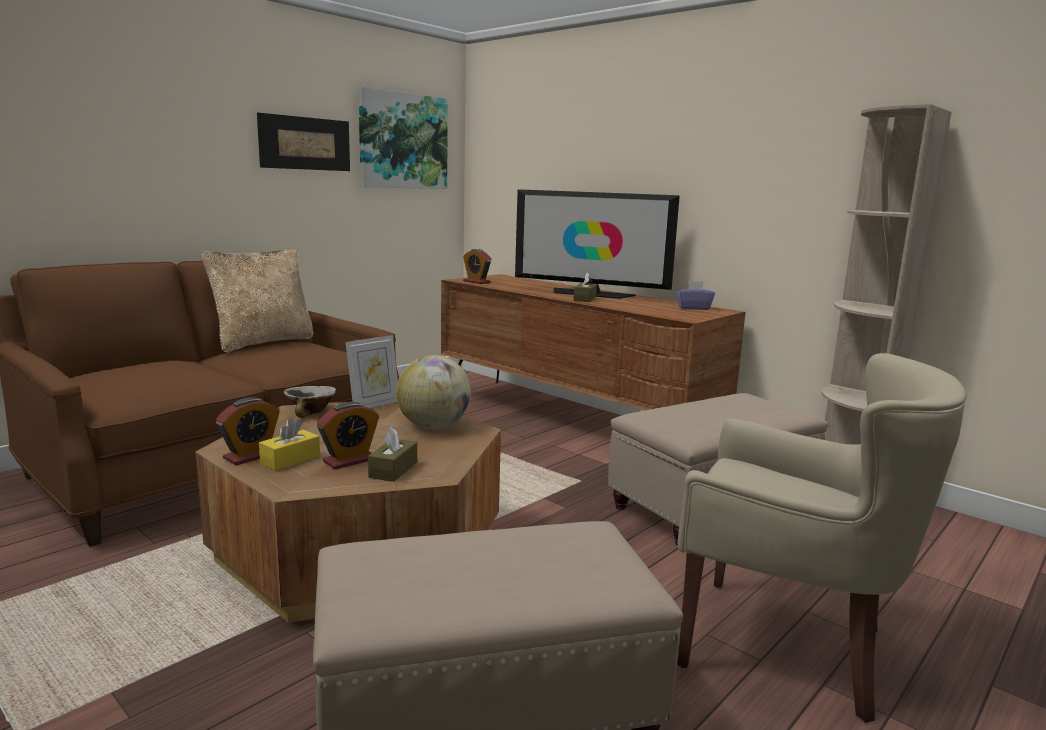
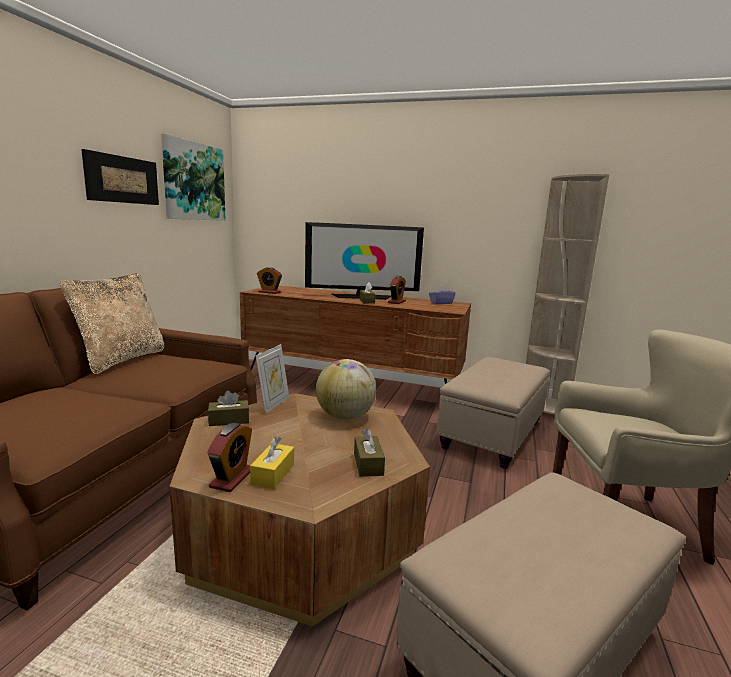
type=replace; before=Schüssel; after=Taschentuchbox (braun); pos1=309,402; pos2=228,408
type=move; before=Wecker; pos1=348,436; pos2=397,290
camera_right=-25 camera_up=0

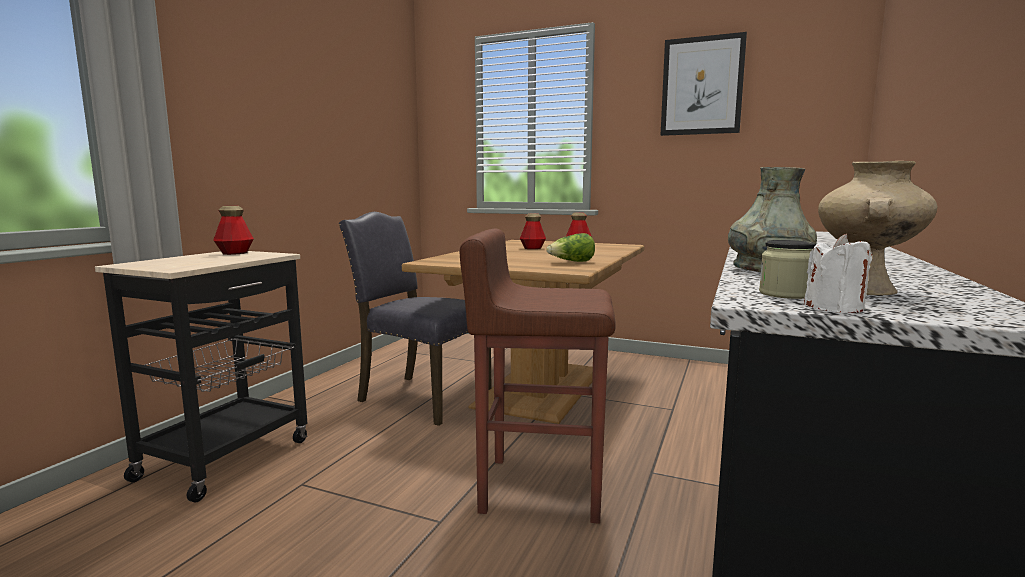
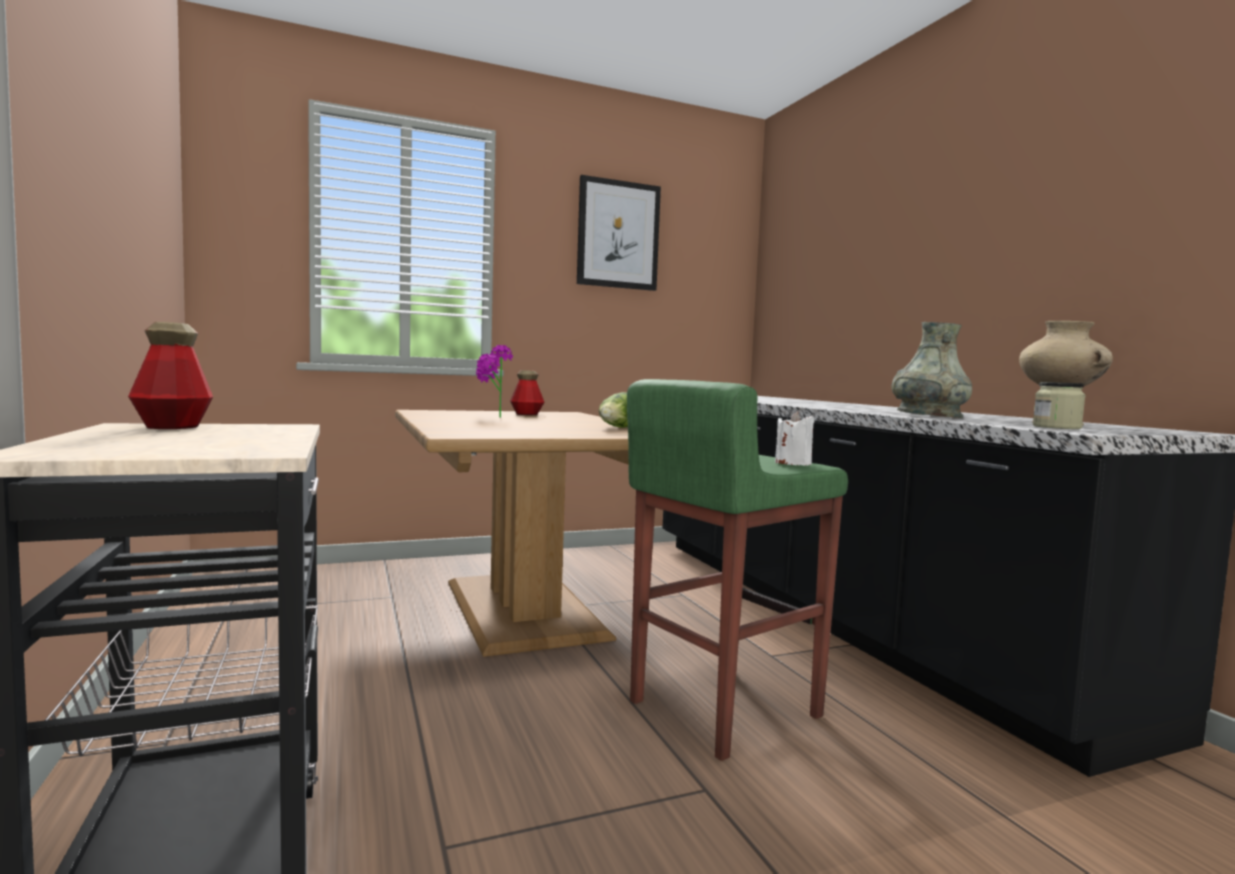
type=replace; before=Flasche; after=Topfpflanze; pos1=533,231; pos2=494,381
type=recolor; before=Hocker (braun); after=Hocker (grün); pos1=538,376; pos2=737,570
type=move; before=Kerze (weiß); pos1=838,273; pos2=795,438
type=delete; before=Stuhl (grau); pos1=415,319
camera_right=-45 camera_up=-5

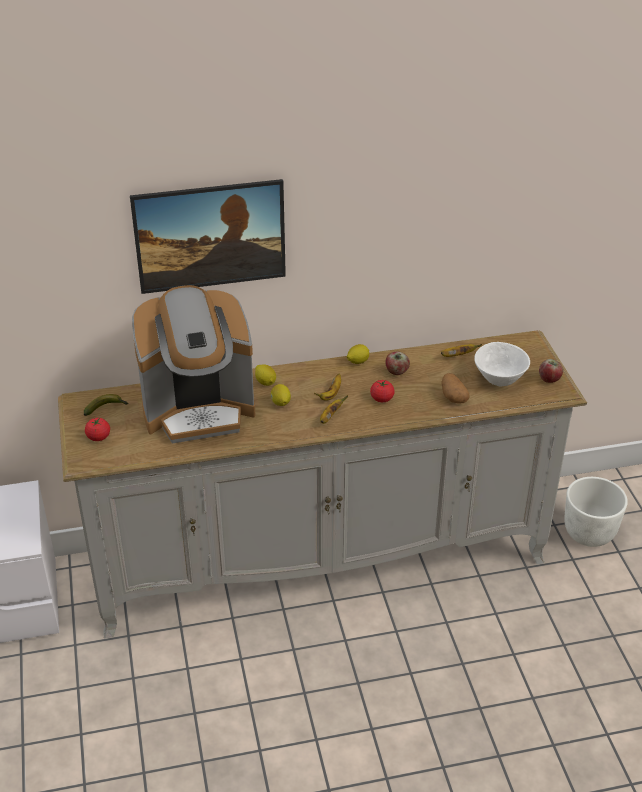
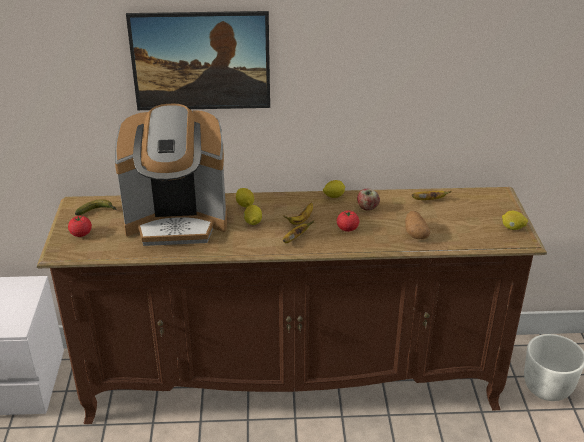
type=recolor; before=Schrank (grau); after=Schrank (braun); pos1=322,484; pos2=292,305
type=replace; before=Apfel; after=Zitrone; pos1=551,371; pos2=515,220
type=delete; before=Schüssel (weiß); pos1=502,364
camera_right=10 camera_up=-5

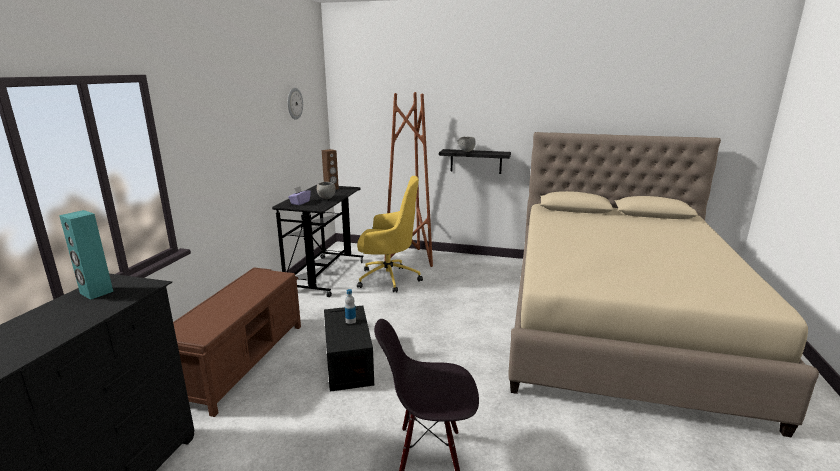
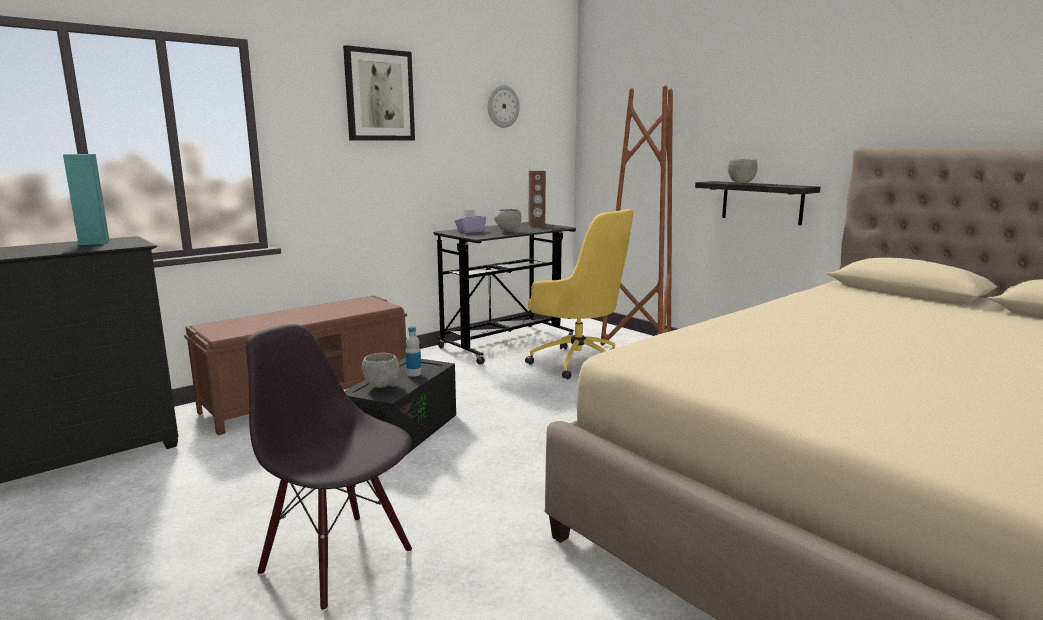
type=insert; after=Bild; pos2=379,93
type=insert; after=Schüssel (grau); pos2=380,370
camera_right=35 camera_up=-5

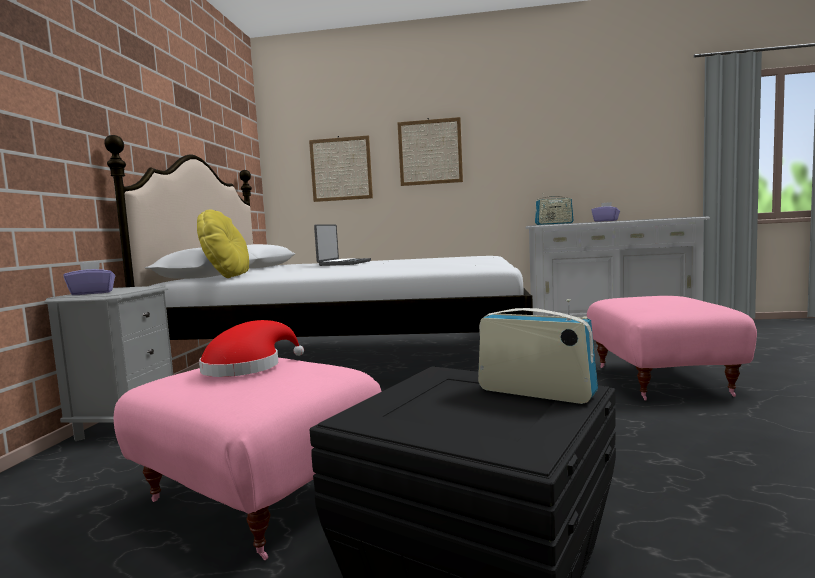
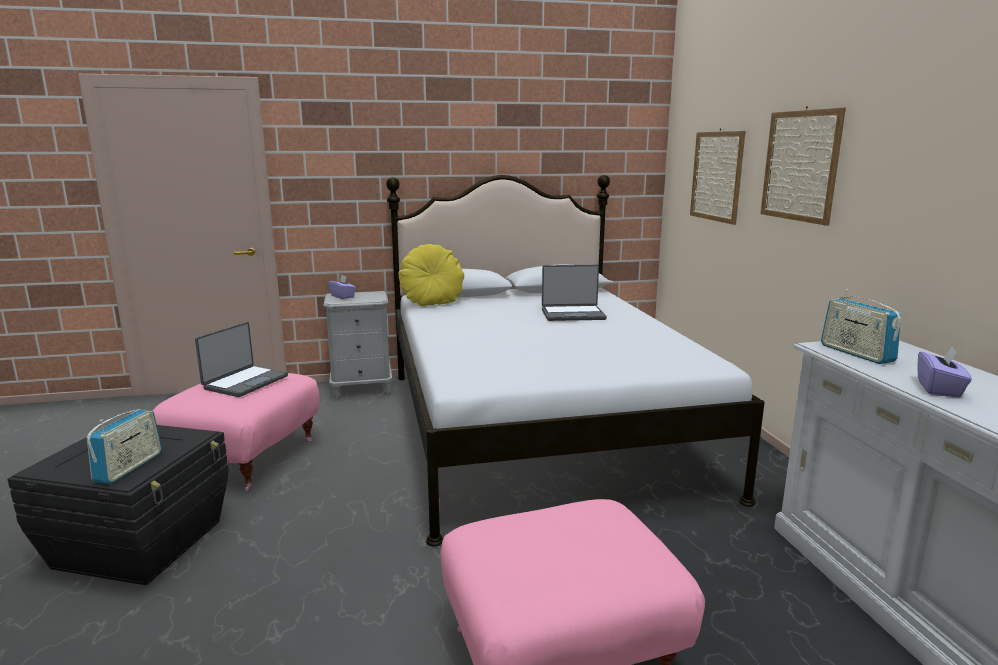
type=replace; before=Hut (rot); after=Laptop; pos1=251,348; pos2=241,359
camera_right=70 camera_up=10

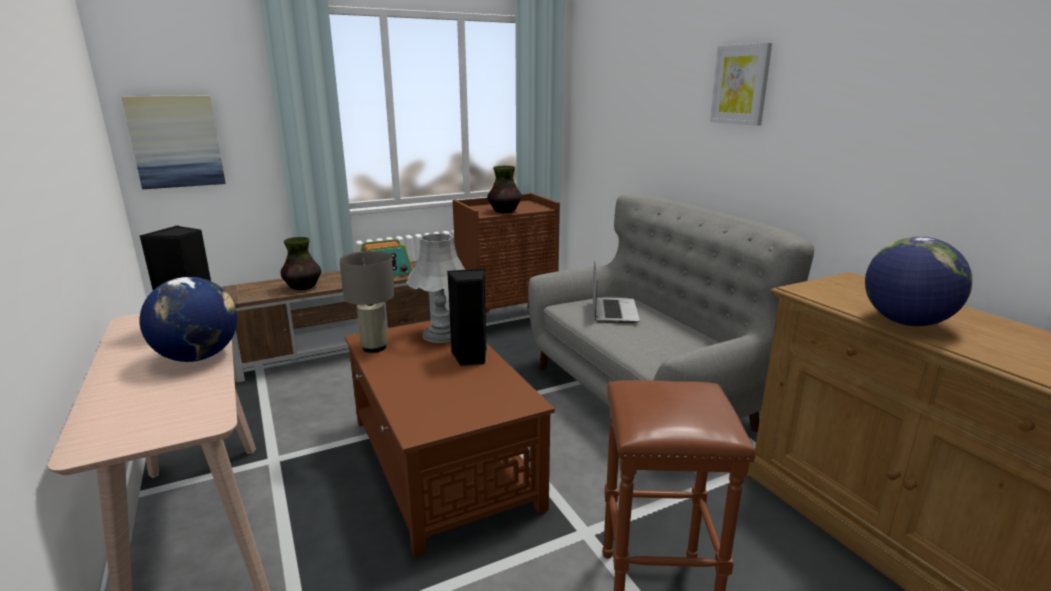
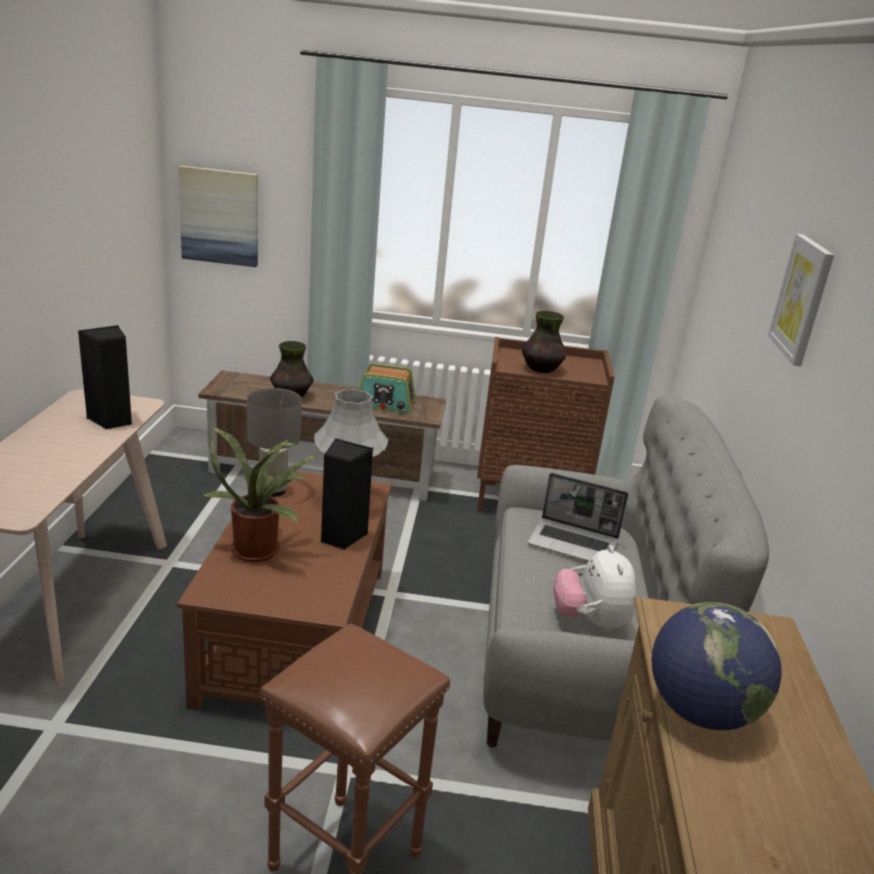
type=insert; after=Topfpflanze; pos2=263,494
type=rotate; before=Laptop; pos1=616,292; pos2=578,517; turn=75
type=insert; after=Plüschtier; pos2=594,588
type=delete; before=Globus; pos1=188,319
camera_right=30 camera_up=5

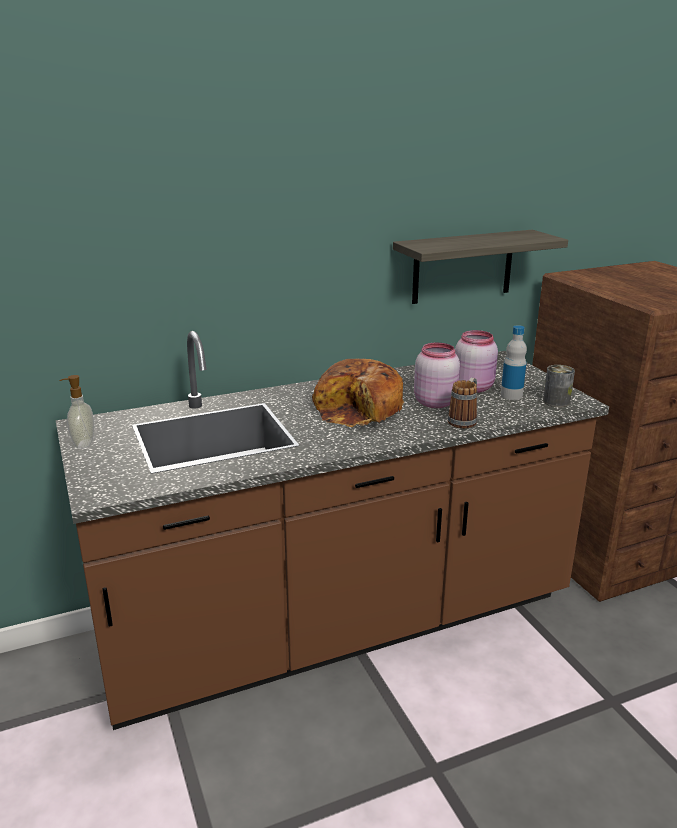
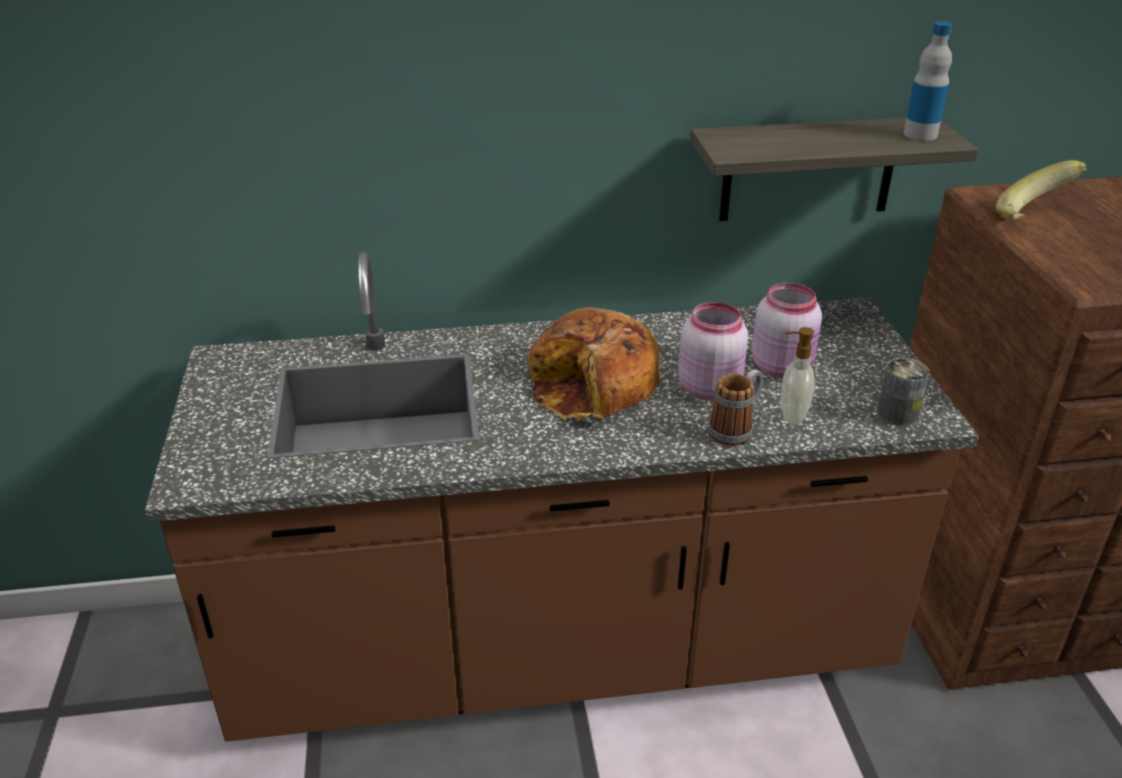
type=move; before=Seifenspender; pos1=76,412; pos2=798,375
type=move; before=Flasche; pos1=514,362; pos2=928,81
type=insert; after=Banane; pos2=1041,190
camera_right=15 camera_up=10

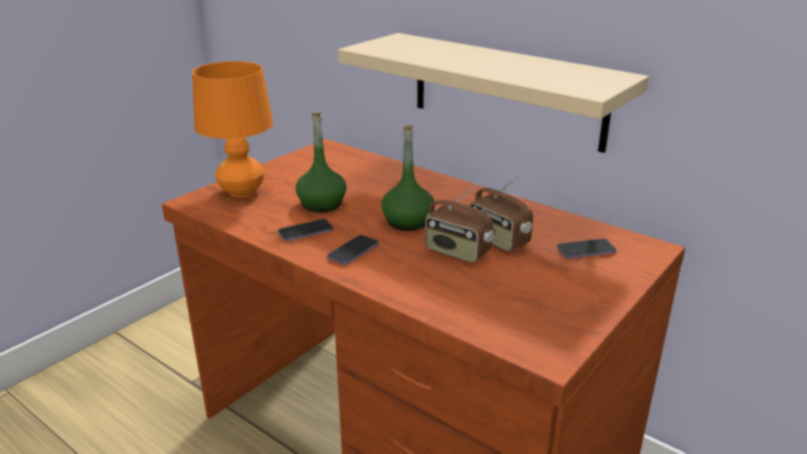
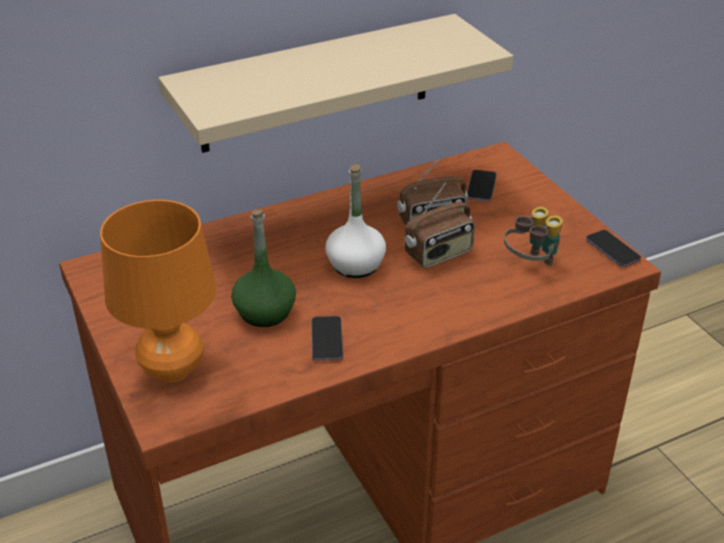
type=recolor; before=Flasche (grün); after=Flasche (weiß); pos1=407,178; pos2=355,221
type=insert; after=Fernglas; pos2=533,236
type=move; before=Handy; pos1=353,250; pos2=613,248
camera_right=-65 camera_up=10

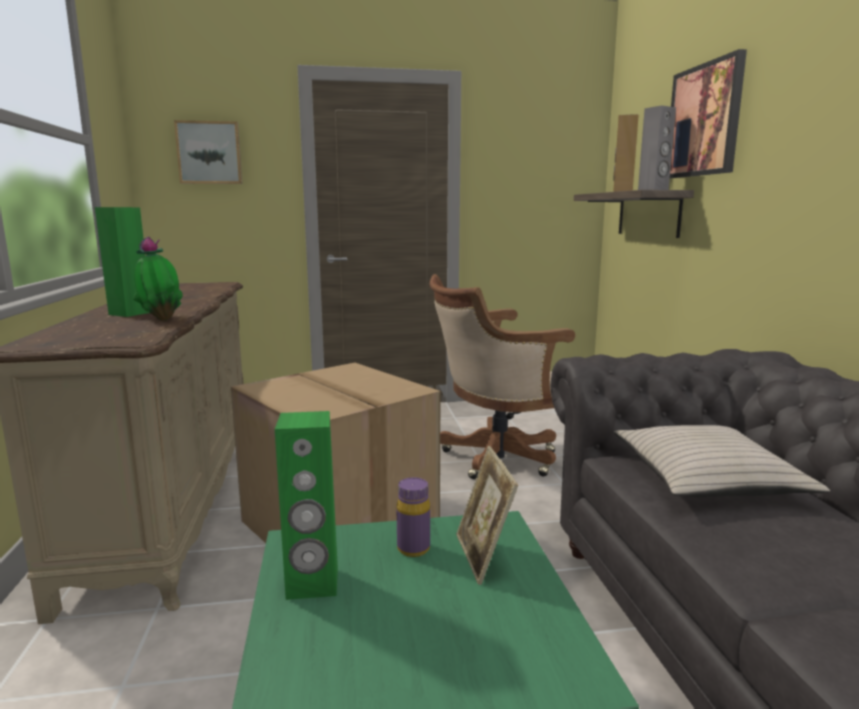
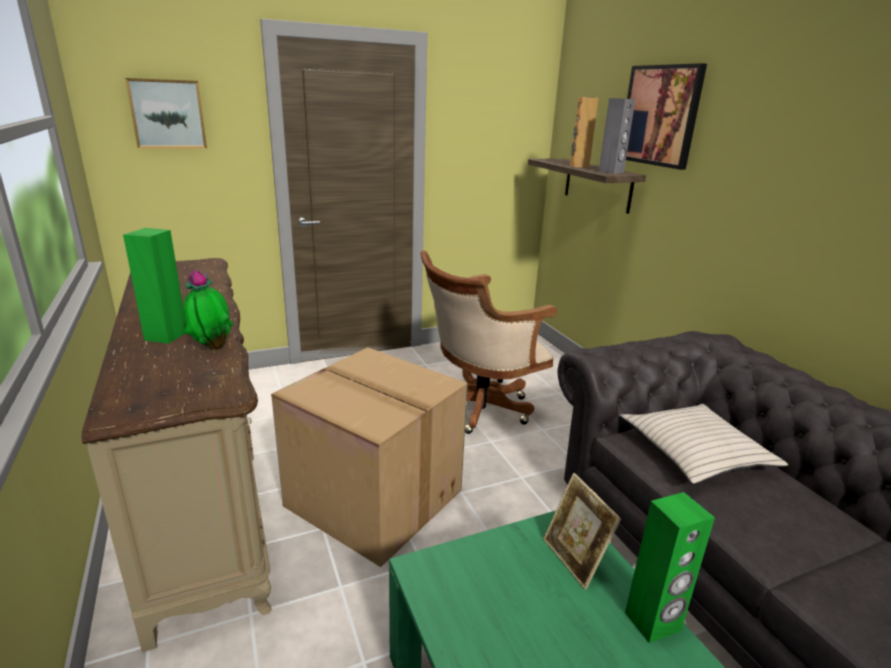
type=move; before=Lautsprecher (grün); pos1=306,505; pos2=670,567
type=delete; before=Flasche (lila); pos1=413,517
camera_right=-15 camera_up=10

